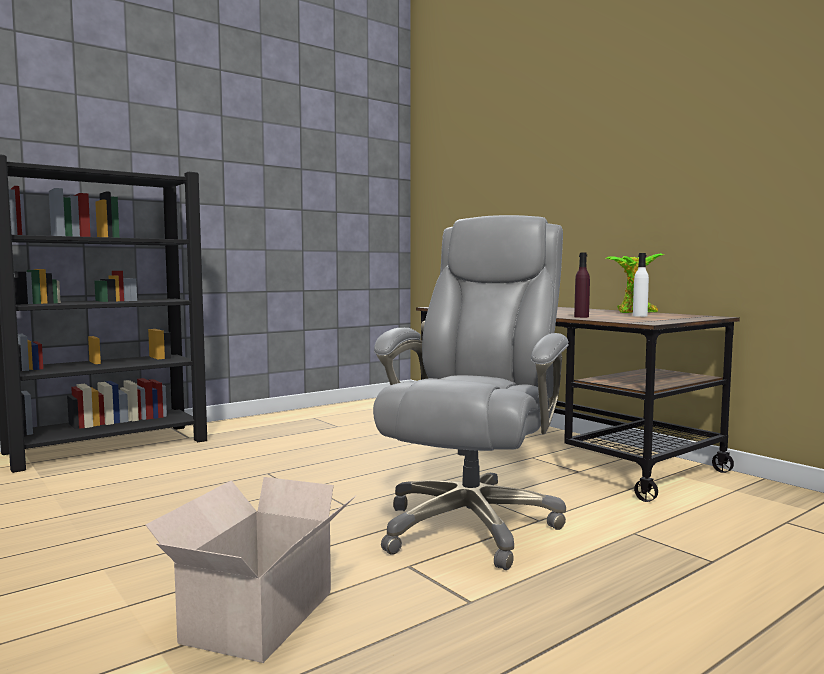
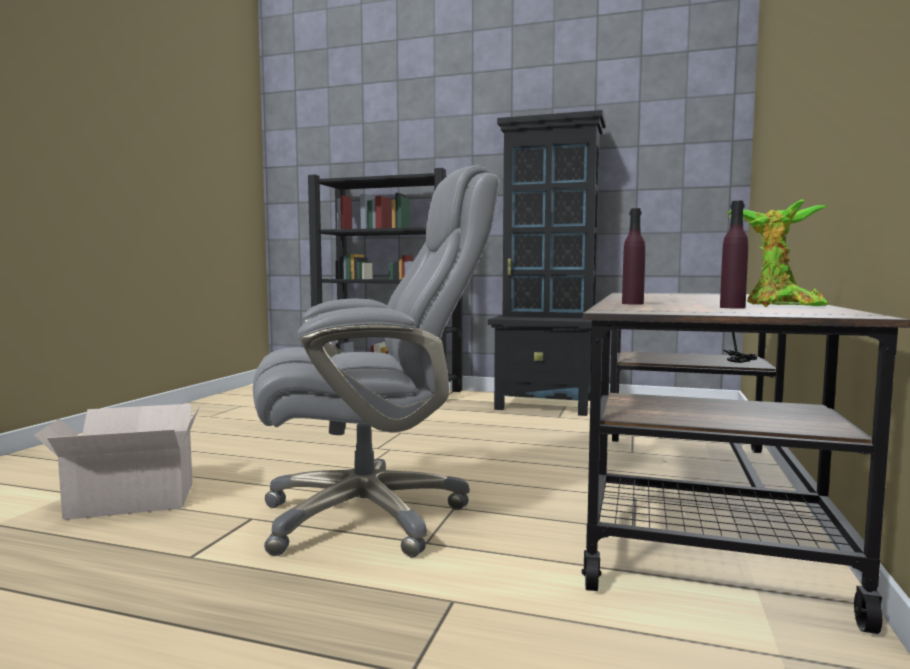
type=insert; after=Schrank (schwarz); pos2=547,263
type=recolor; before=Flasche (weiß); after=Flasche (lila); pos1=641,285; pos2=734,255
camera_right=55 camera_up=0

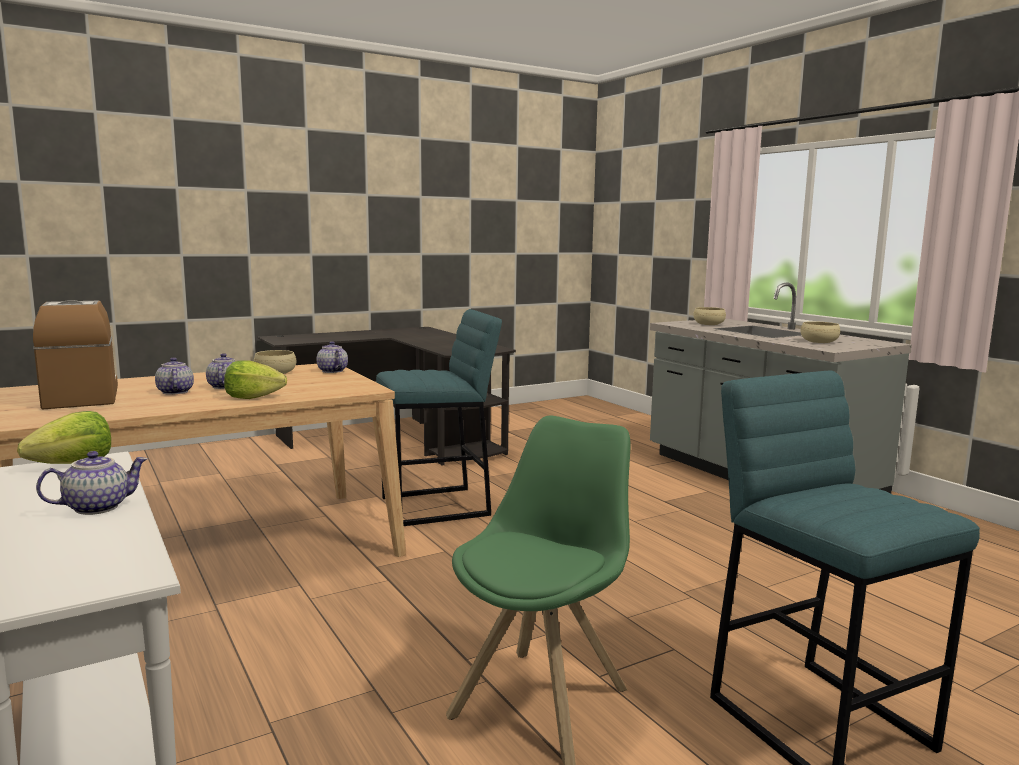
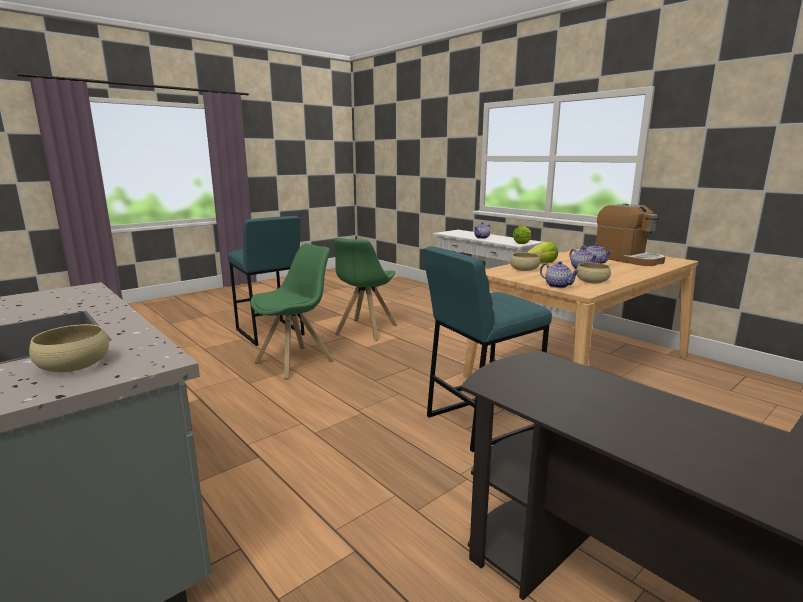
type=insert; after=Stuhl (grün); pos2=292,311
type=move; before=Schüssel (beige); pos1=820,332; pos2=525,262
camera_right=170 camera_up=5

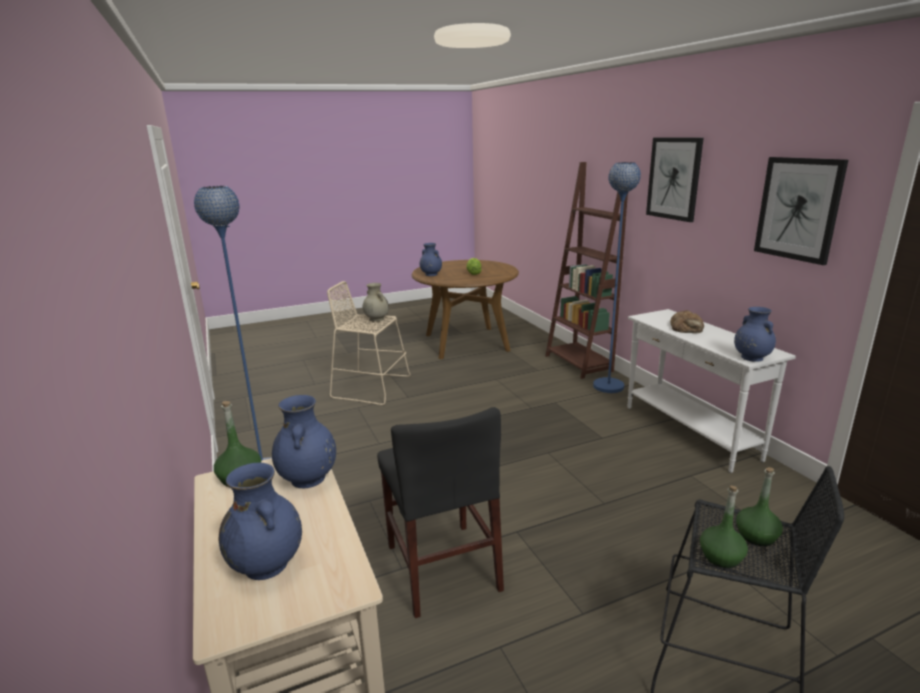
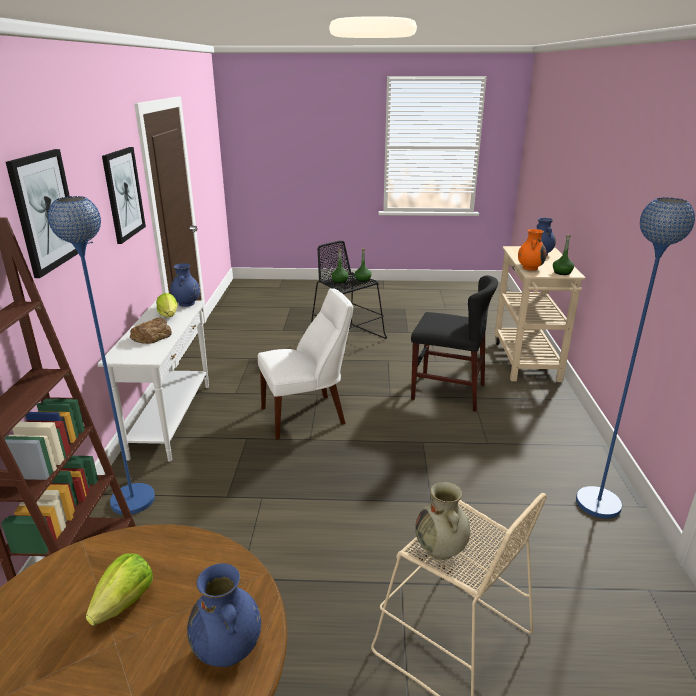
type=insert; after=Salatkopf; pos2=167,305
type=insert; after=Stuhl (weiß); pos2=305,364
type=rotate; before=Stuhl (schwarz); pos1=440,512; pos2=454,343; turn=105
type=recolor; before=Vase (blau); after=Vase (orange); pos1=304,441; pos2=532,250
camera_right=-155 camera_up=5

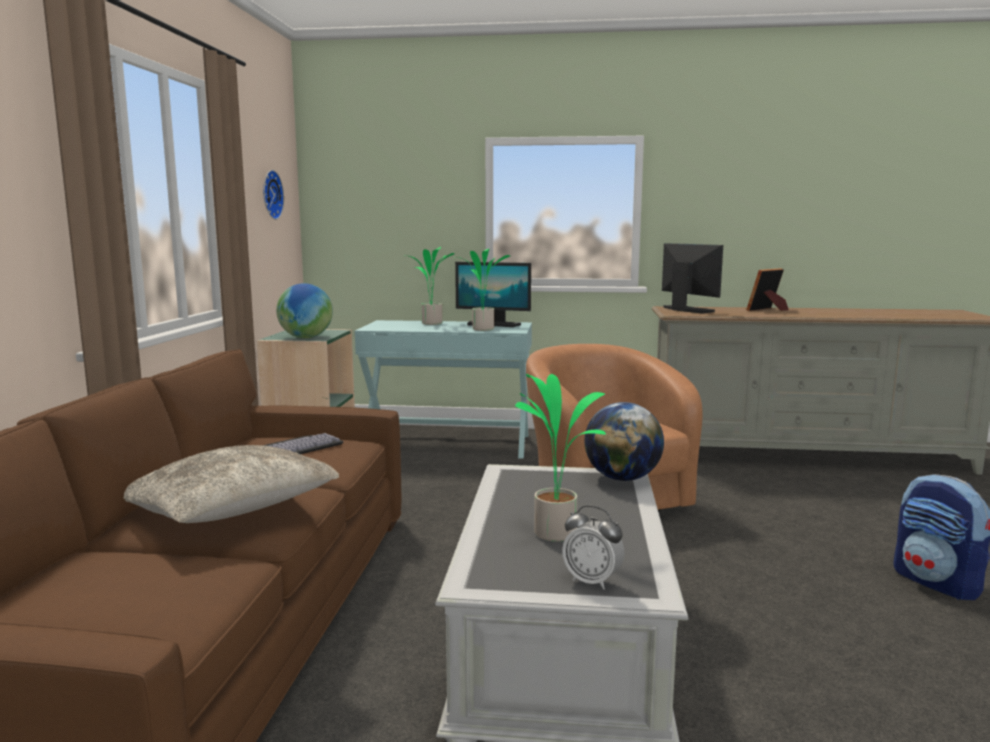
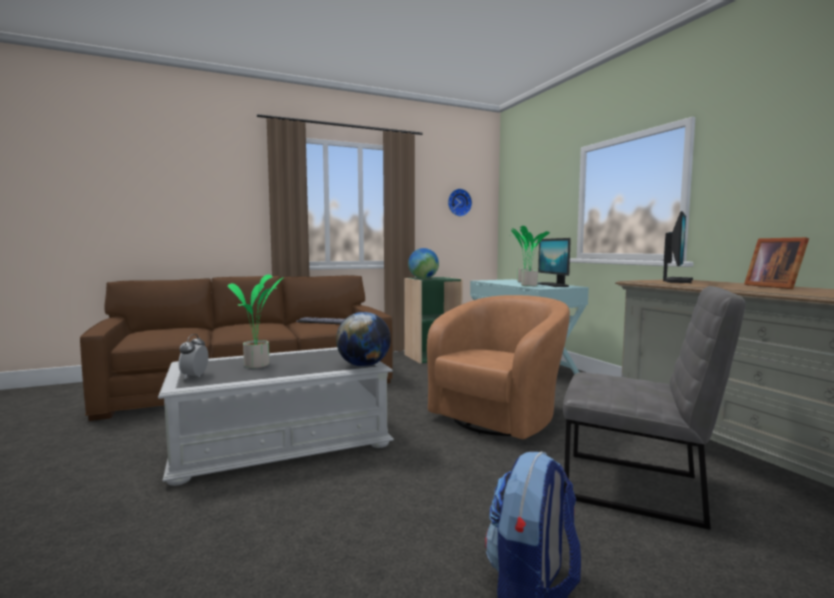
type=insert; after=Stuhl (grau); pos2=654,408
type=rotate; before=Bilderrahmen; pos1=767,289; pos2=776,263; turn=-120
type=delete; before=Kissen (beige); pos1=231,484
camera_right=60 camera_up=-5

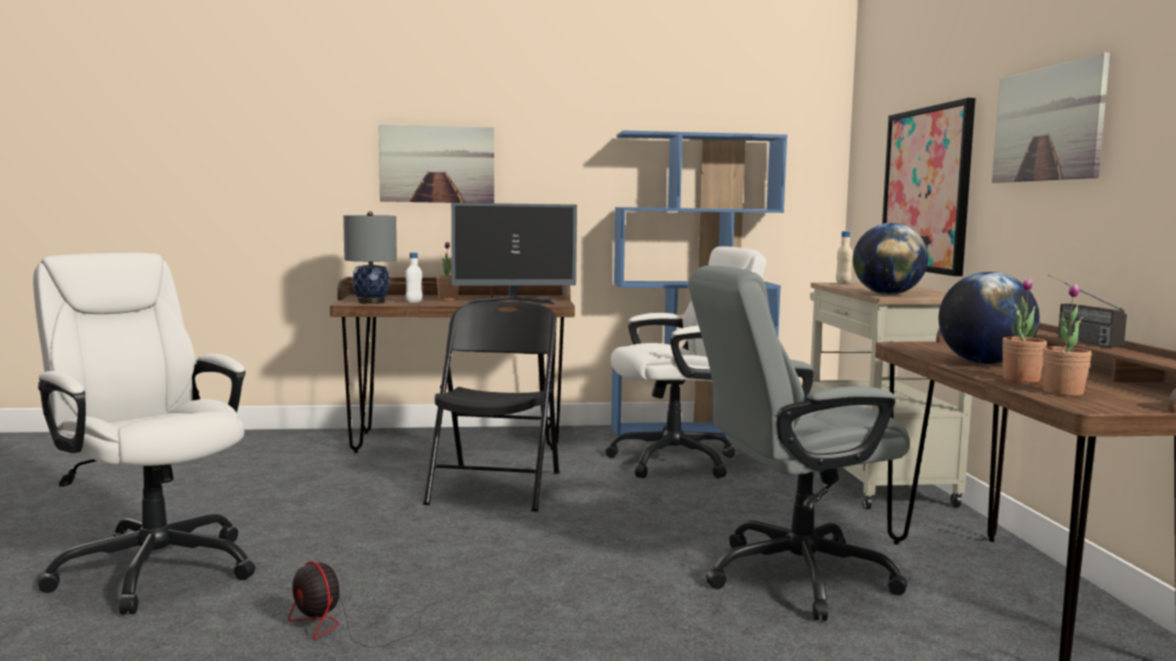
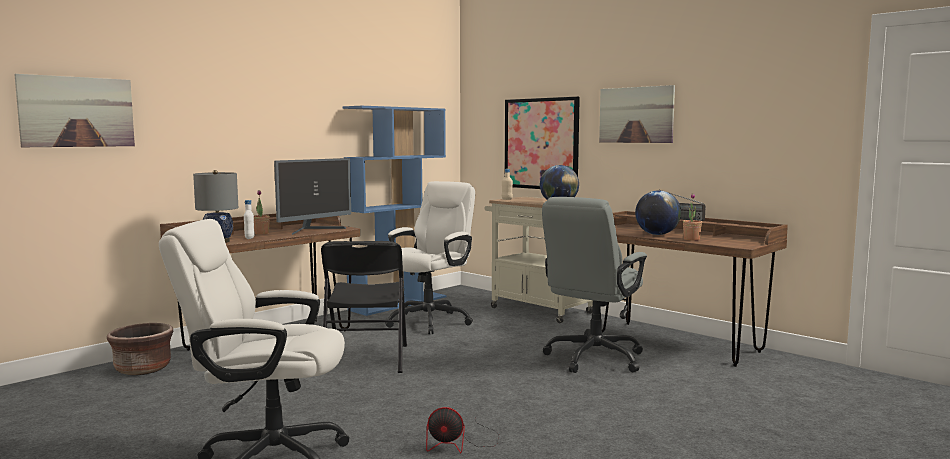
type=move; before=Bild; pos1=436,163; pos2=74,110
type=insert; after=Pflanzkübel (braun); pos2=140,349
type=rotate; before=Stuhl (schwarz); pos1=491,406; pos2=364,307; turn=-150
type=delete; before=Topfpflanze; pos1=1067,340
camera_right=-40 camera_up=0

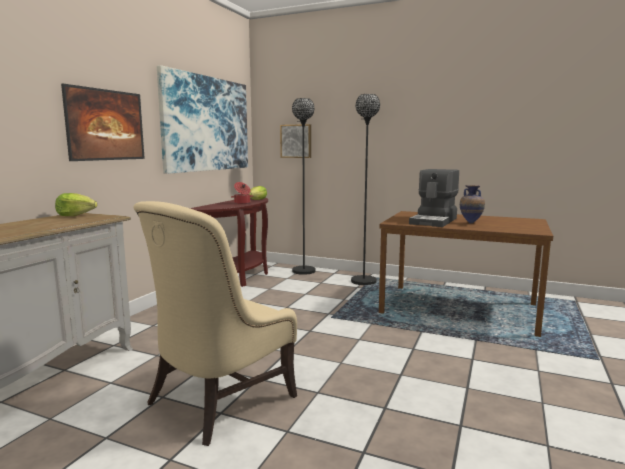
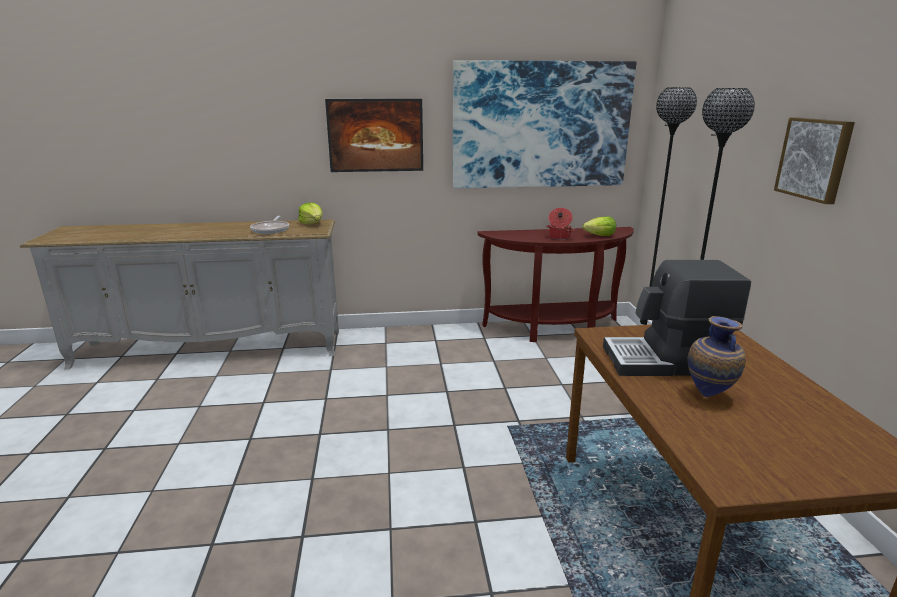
type=insert; after=Pfanne; pos2=269,225
type=move; before=Bild; pos1=295,141; pos2=814,160
type=delete; before=Stuhl (beige); pos1=215,323
camera_right=60 camera_up=10

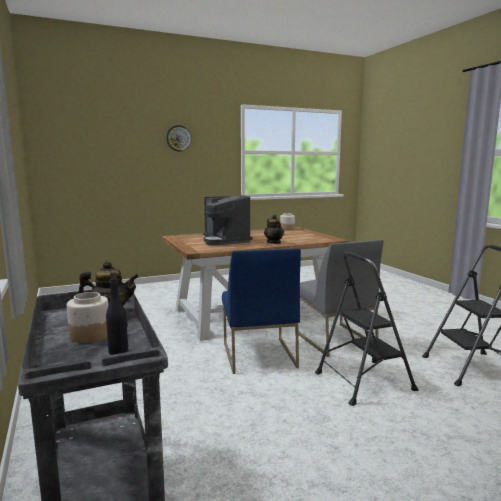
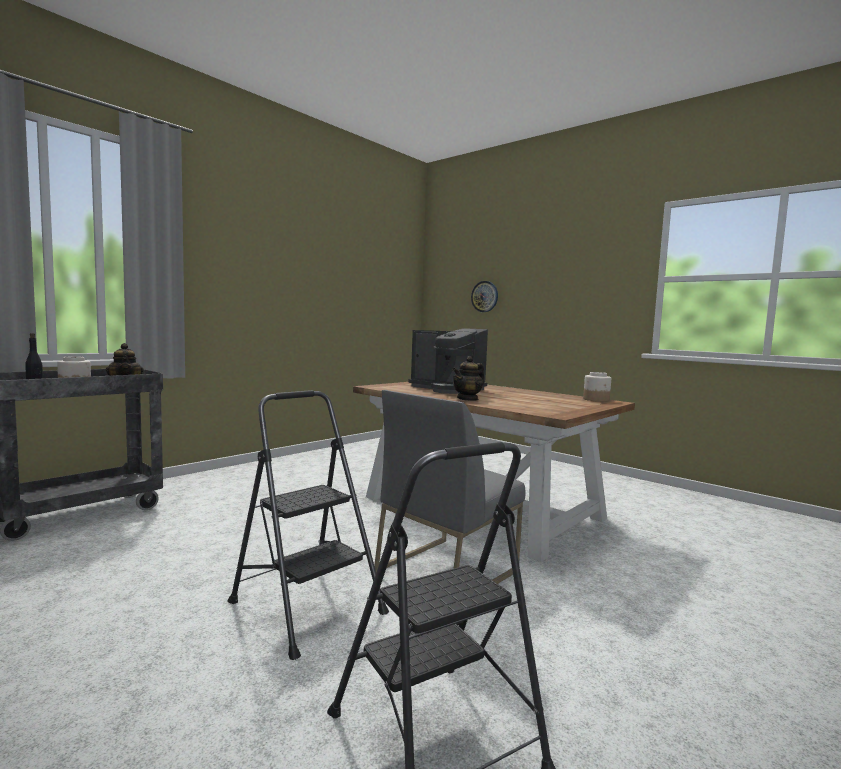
type=rotate; before=Kaffeemaschine; pos1=227,220; pos2=448,361; turn=-90
type=move; before=Wanduhr; pos1=179,138; pos2=484,296
type=delete; before=Stuhl (blau); pos1=261,311
camera_right=65 camera_up=-5

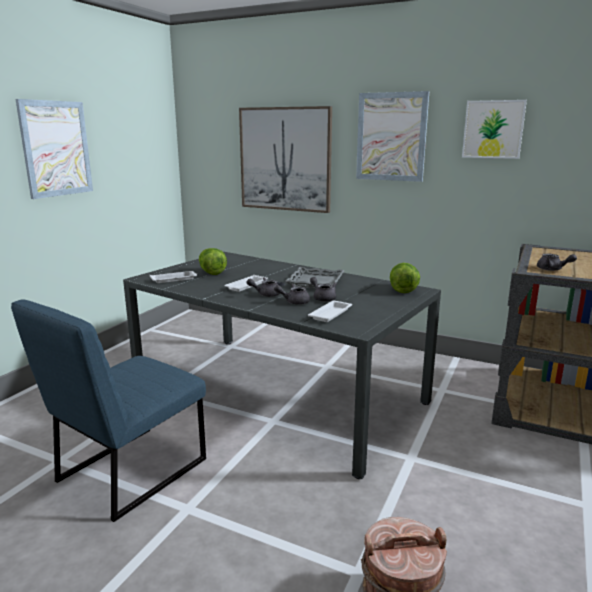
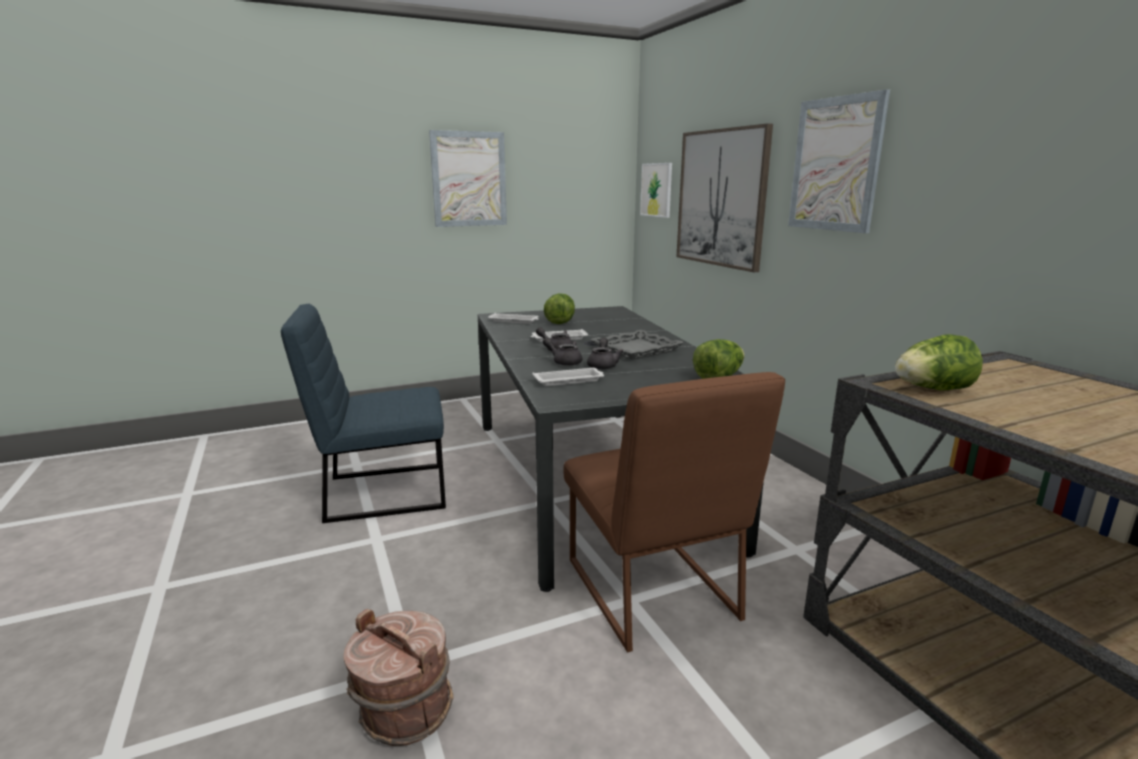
type=insert; after=Stuhl (braun); pos2=674,512
type=move; before=Bild; pos1=494,129; pos2=656,190
type=replace; before=Teekanne (grau); after=Salatkopf; pos1=557,262; pos2=939,362
camera_right=40 camera_up=0

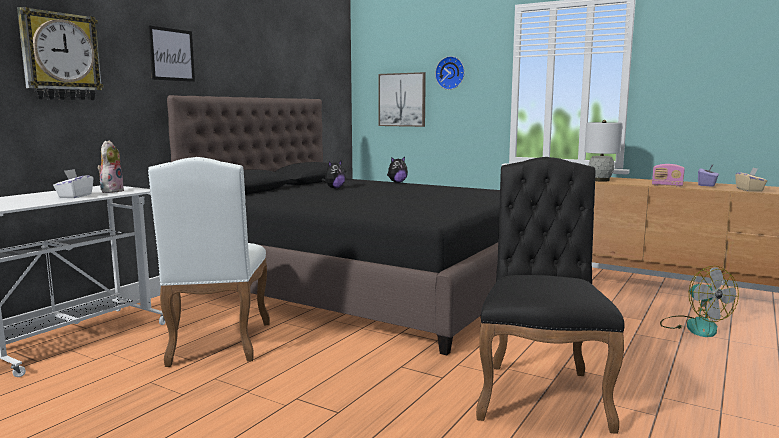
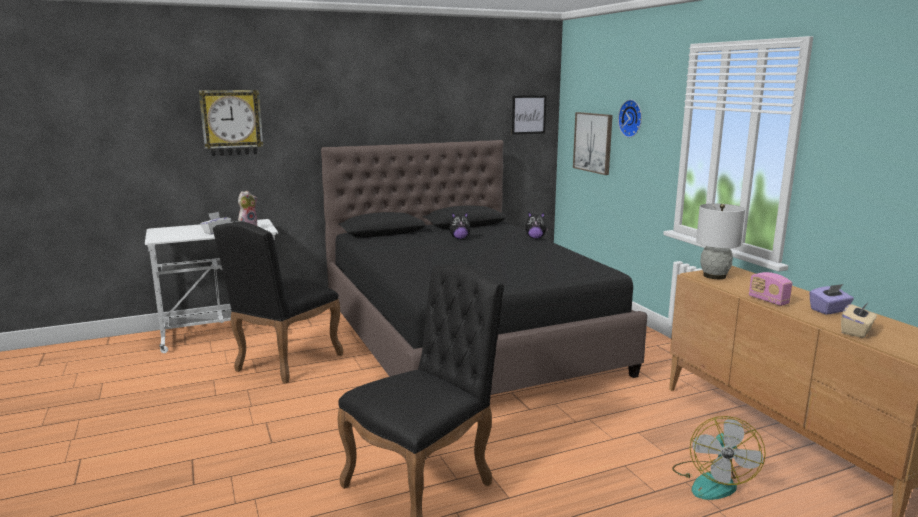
type=recolor; before=Stuhl (weiß); after=Stuhl (schwarz); pos1=209,262; pos2=278,302
type=move; before=Bild; pos1=171,53; pos2=529,115
camera_right=35 camera_up=5

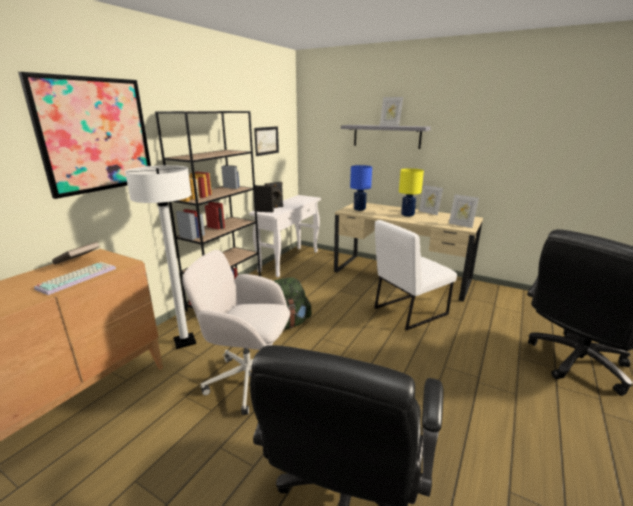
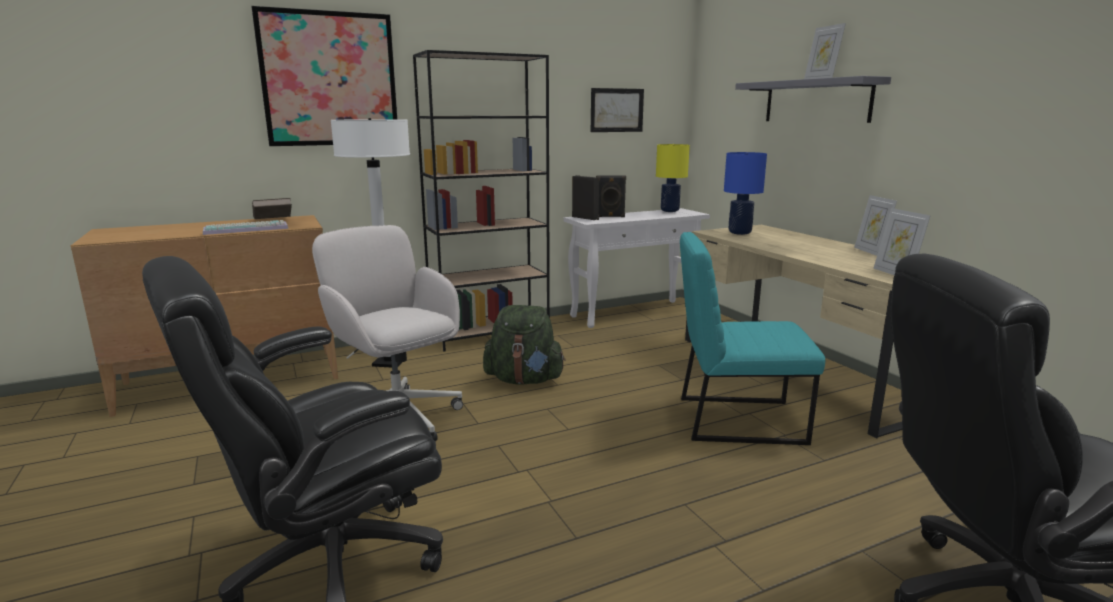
type=move; before=Tischlampe (gelb); pos1=411,192; pos2=673,178
type=recolor; before=Stuhl (weiß); after=Stuhl (türkis); pos1=415,275; pos2=752,338
camera_right=35 camera_up=-5

